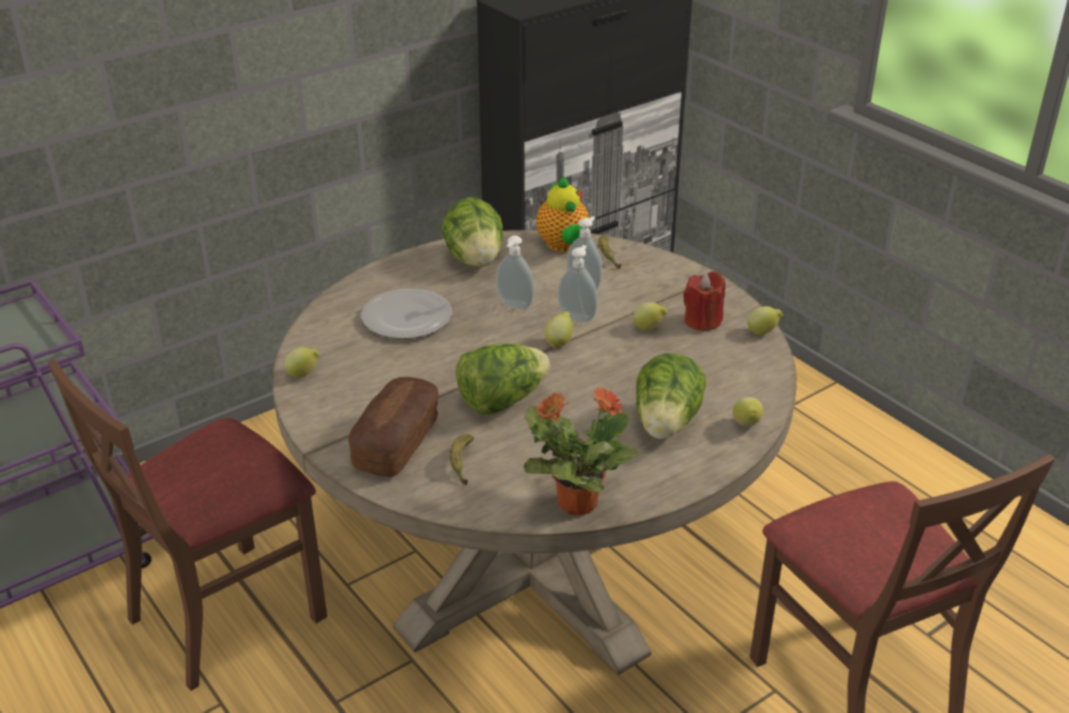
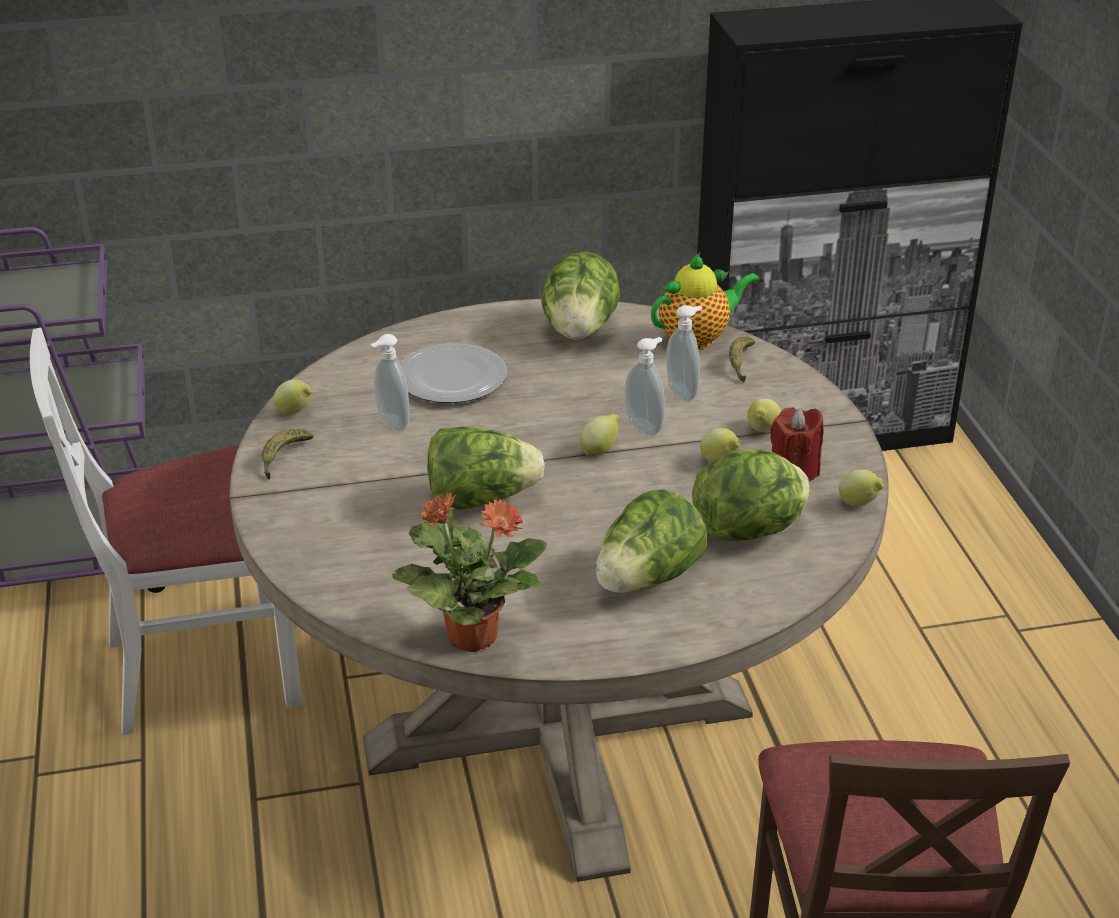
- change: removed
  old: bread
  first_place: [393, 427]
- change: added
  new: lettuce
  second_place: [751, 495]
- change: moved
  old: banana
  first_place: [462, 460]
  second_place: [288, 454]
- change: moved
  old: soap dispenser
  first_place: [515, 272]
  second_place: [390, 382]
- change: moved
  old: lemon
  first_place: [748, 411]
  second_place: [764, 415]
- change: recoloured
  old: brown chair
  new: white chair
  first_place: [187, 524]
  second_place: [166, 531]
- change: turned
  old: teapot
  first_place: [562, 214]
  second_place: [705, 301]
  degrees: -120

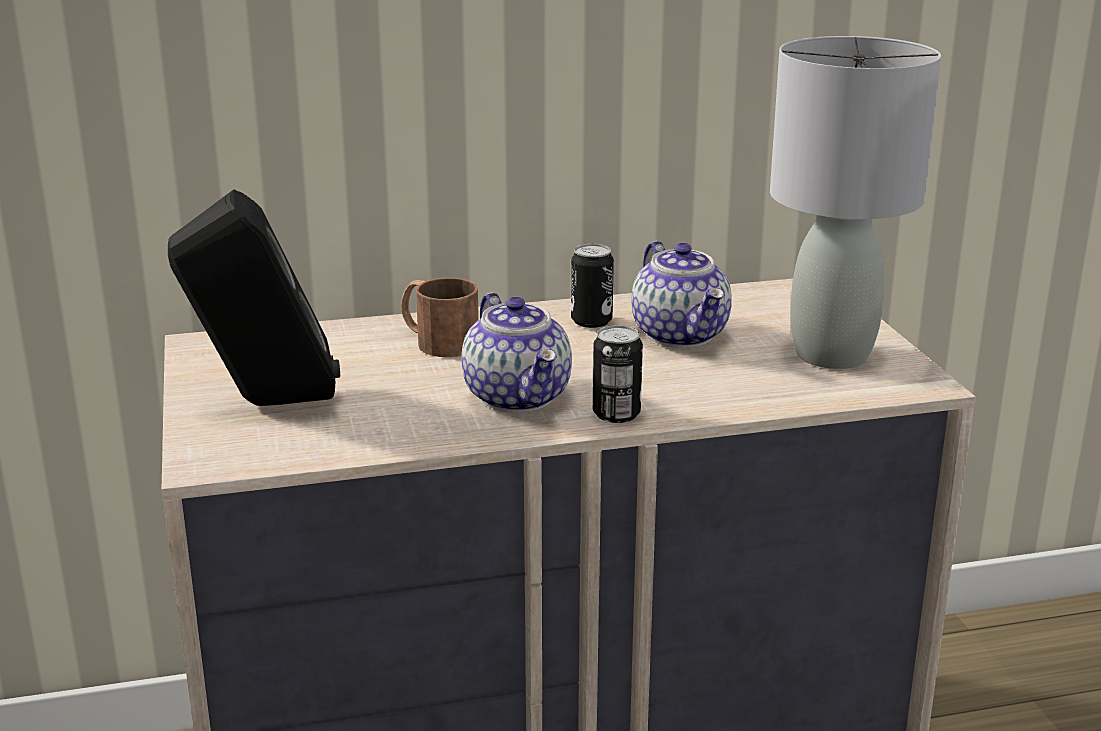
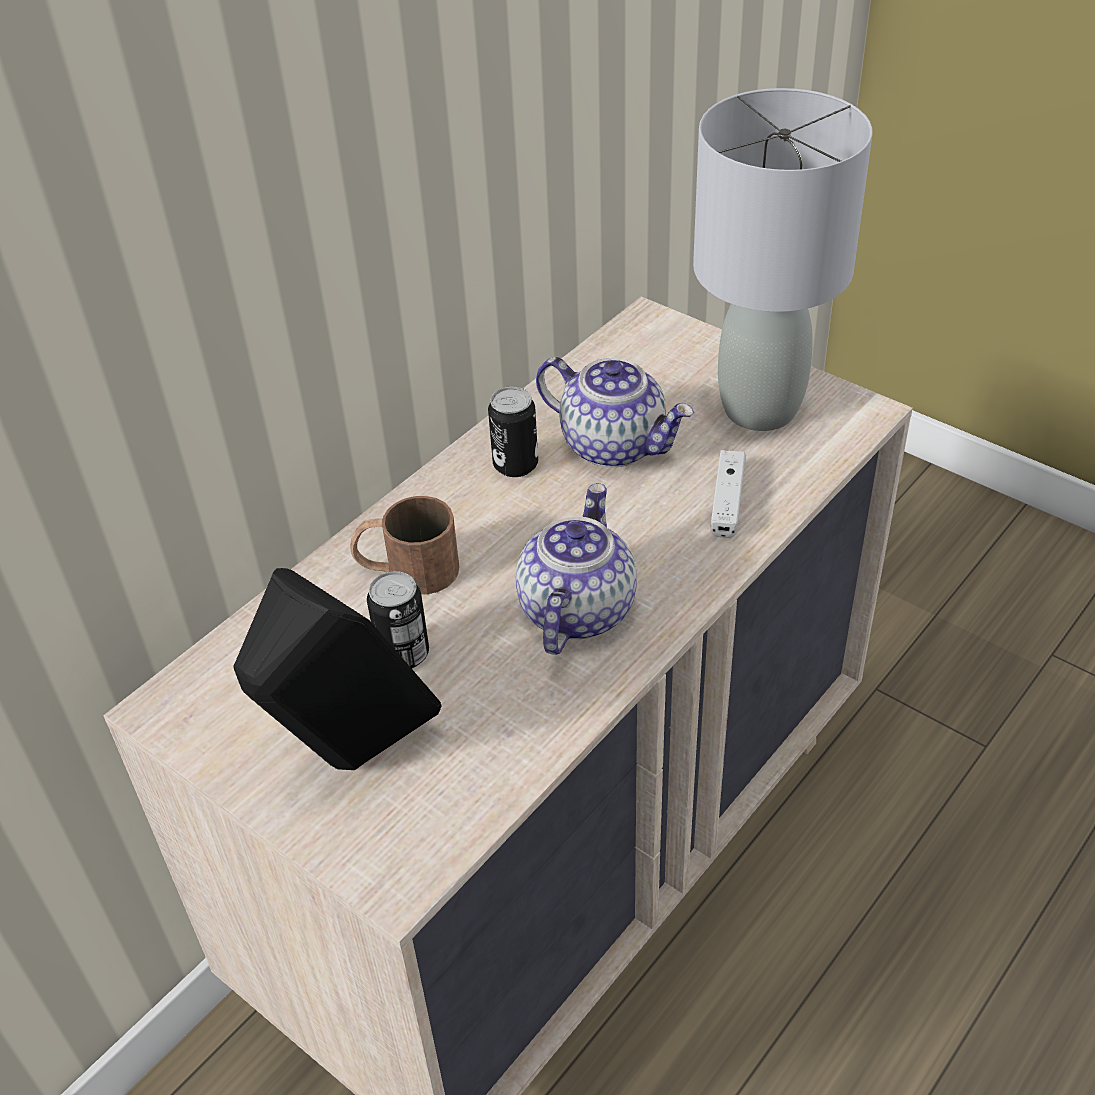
- change: added
  new: white game controller
  second_place: [728, 494]
- change: moved
  old: can
  first_place: [618, 374]
  second_place: [398, 619]
- change: turned
  old: teapot
  first_place: [516, 352]
  second_place: [576, 569]
  degrees: -105

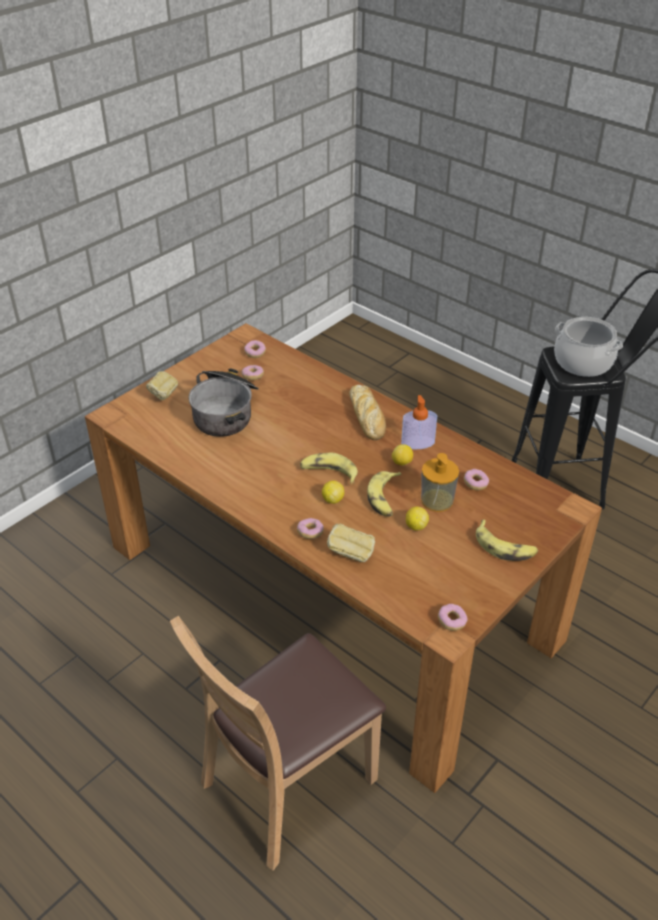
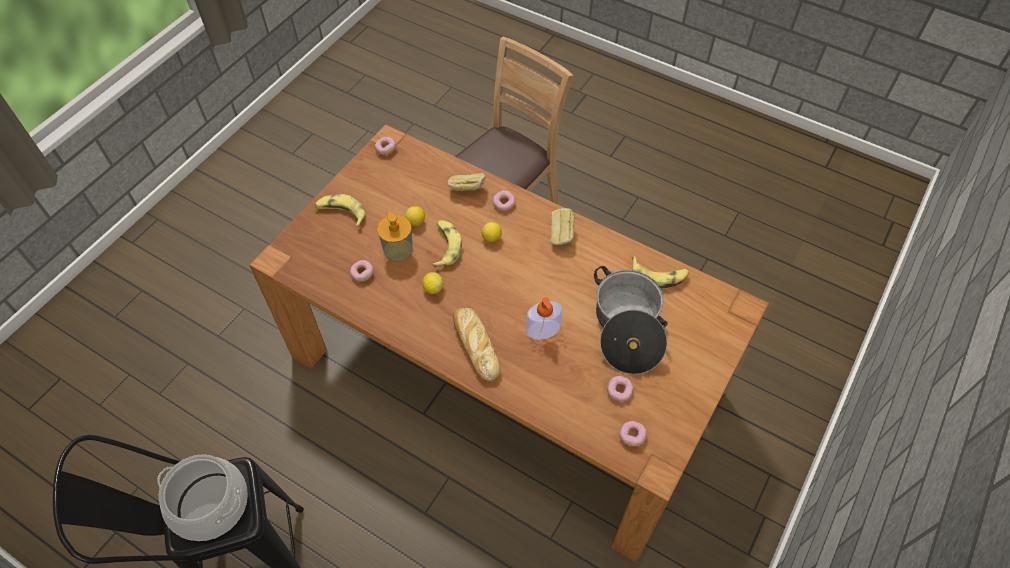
- change: moved
  old: bread
  first_place: [162, 385]
  second_place: [562, 226]
- change: moved
  old: banana
  first_place: [329, 468]
  second_place: [660, 272]
- change: moved
  old: soap dispenser
  first_place: [419, 422]
  second_place: [544, 318]

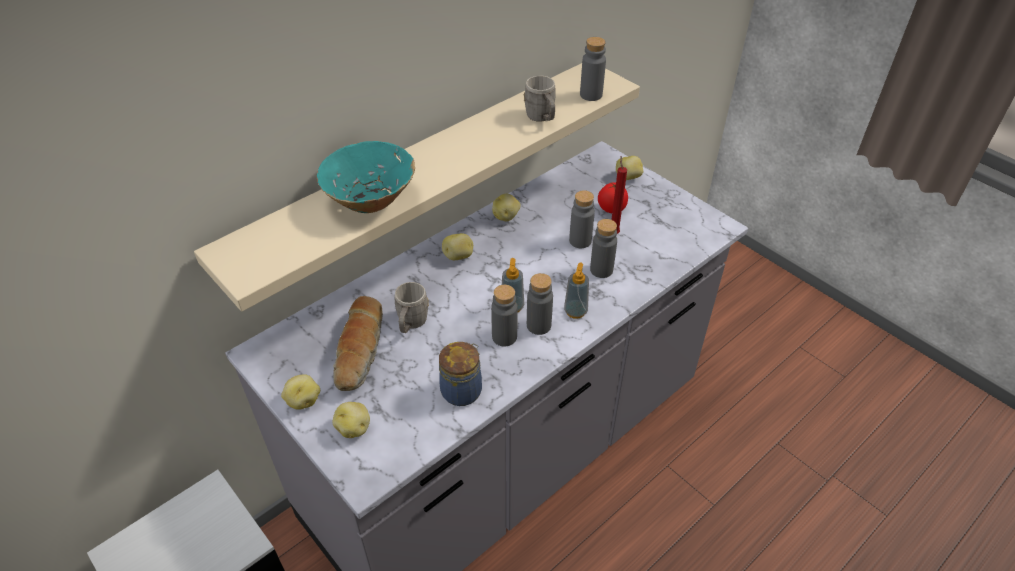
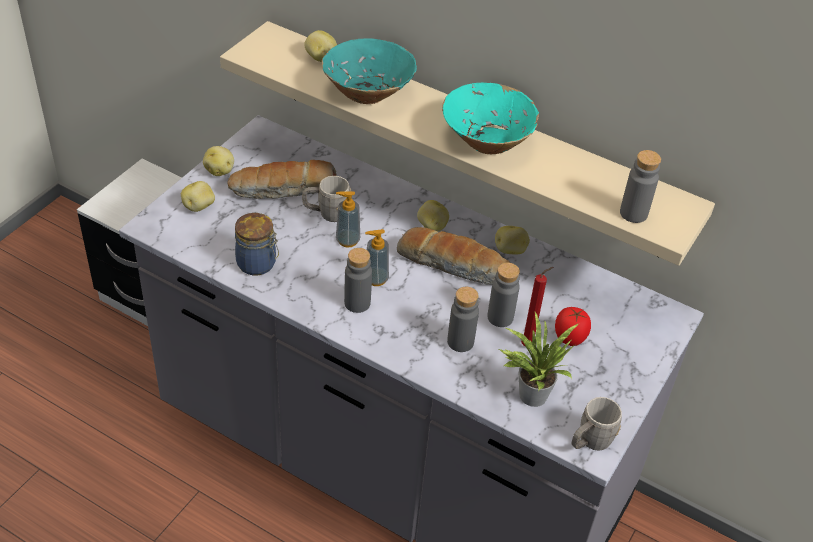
- change: removed
  old: grey bottle
  first_place: [504, 315]
- change: added
  new: bread
  second_place: [453, 256]
- change: added
  new: turquoise bowl
  second_place: [490, 118]
- change: added
  new: potted plant
  second_place: [538, 359]
- change: moved
  old: grey mug
  first_place: [540, 99]
  second_place: [597, 424]
- change: moved
  old: soap dispenser
  first_place: [576, 291]
  second_place: [348, 219]
- change: moved
  old: potato
  first_place: [629, 168]
  second_place: [320, 46]

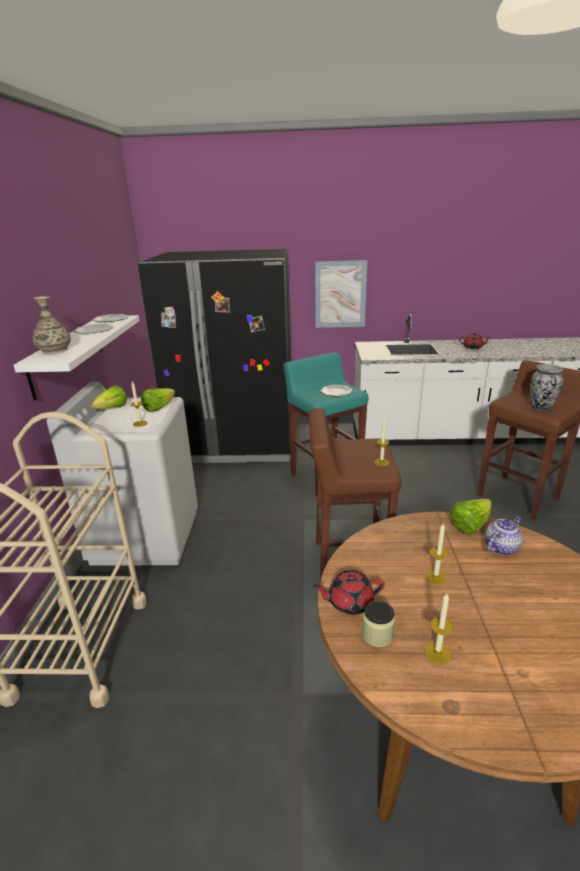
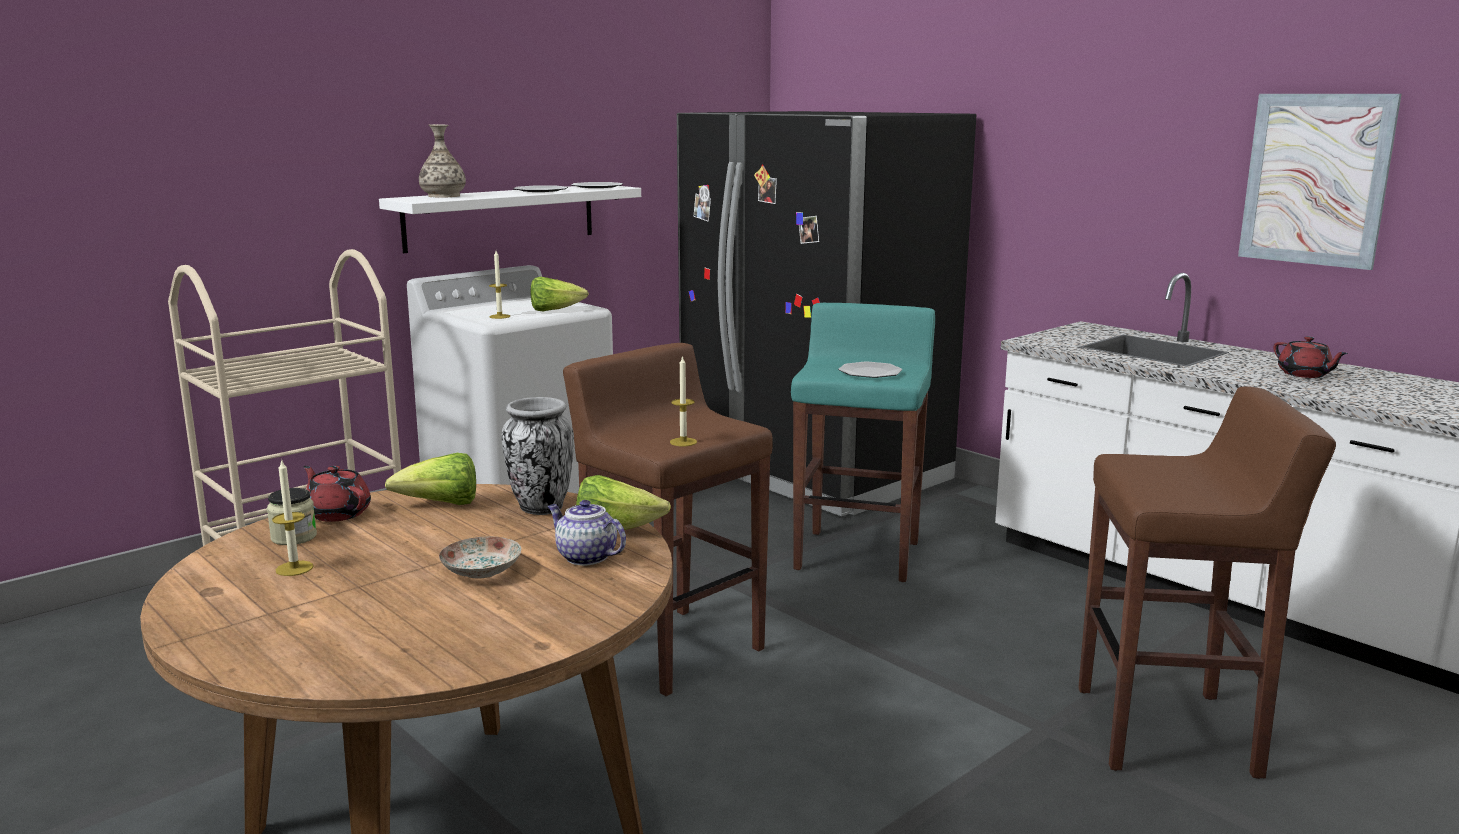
- change: removed
  old: candle
  first_place: [437, 554]
- change: added
  new: plate
  second_place: [480, 558]
- change: moved
  old: lettuce
  first_place: [109, 397]
  second_place: [430, 479]
- change: moved
  old: picture
  first_place: [341, 294]
  second_place: [1320, 182]
- change: moved
  old: vase
  first_place: [546, 387]
  second_place: [538, 456]
- change: turned
  old: teapot
  first_place: [504, 535]
  second_place: [587, 533]
  degrees: -150

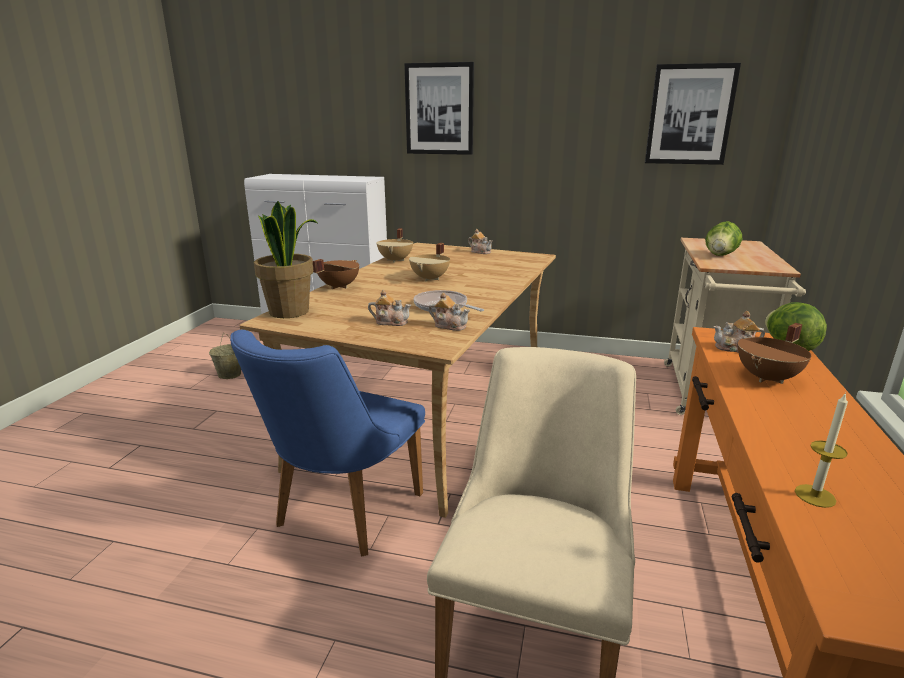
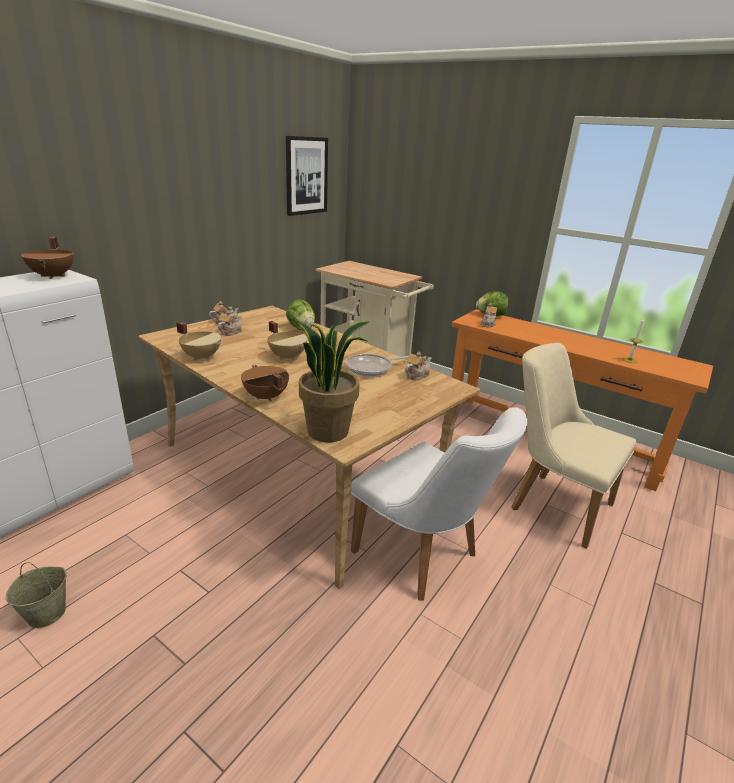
- change: removed
  old: picture
  first_place: [439, 108]
- change: moved
  old: teapot
  first_place: [389, 308]
  second_place: [230, 323]
- change: moved
  old: lettuce
  first_place: [723, 238]
  second_place: [300, 314]
- change: moved
  old: brown cooking pot
  first_place: [774, 353]
  second_place: [47, 257]
- change: recoloured
  old: blue chair
  new: white chair
  first_place: [327, 443]
  second_place: [439, 504]

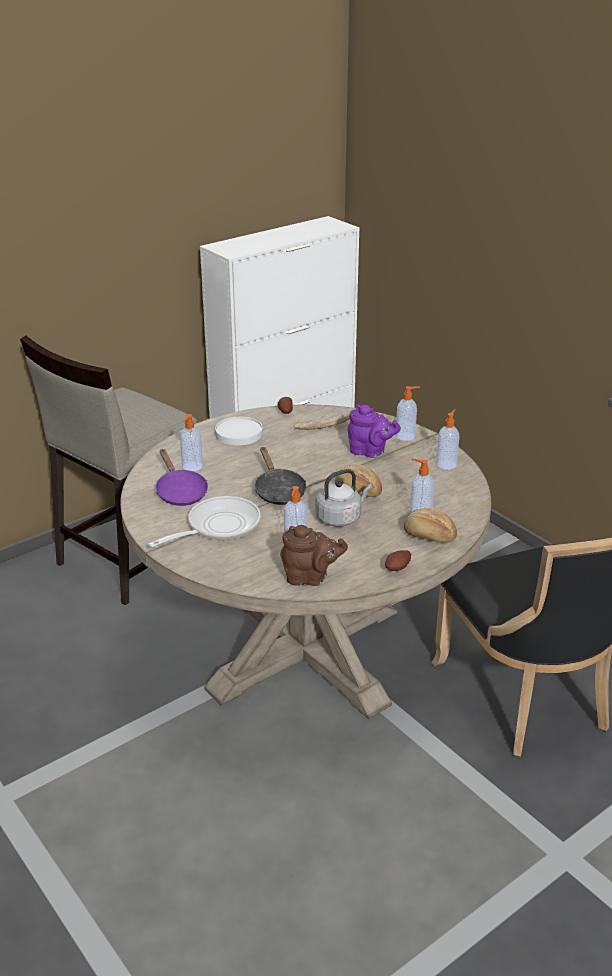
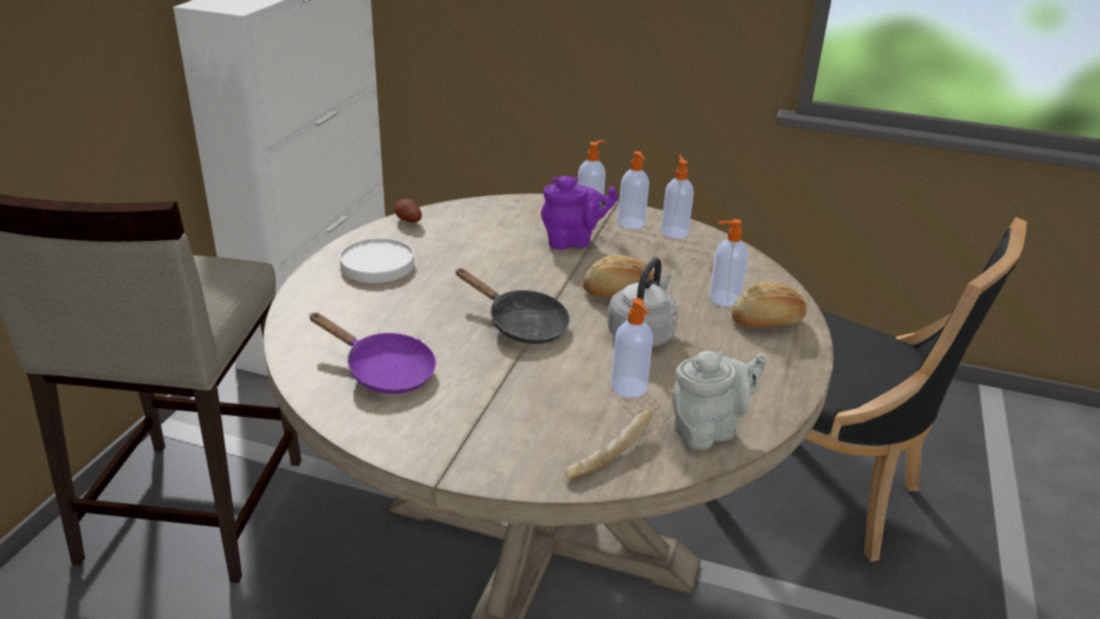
- change: removed
  old: frying pan
  first_place: [204, 521]
- change: removed
  old: potato
  first_place: [398, 560]
- change: moved
  old: soap dispenser
  first_place: [191, 442]
  second_place: [633, 190]
- change: moved
  old: bread
  first_place: [322, 422]
  second_place: [608, 444]
- change: recoloured
  old: brown teapot
  new: grey teapot
  first_place: [314, 555]
  second_place: [719, 400]

